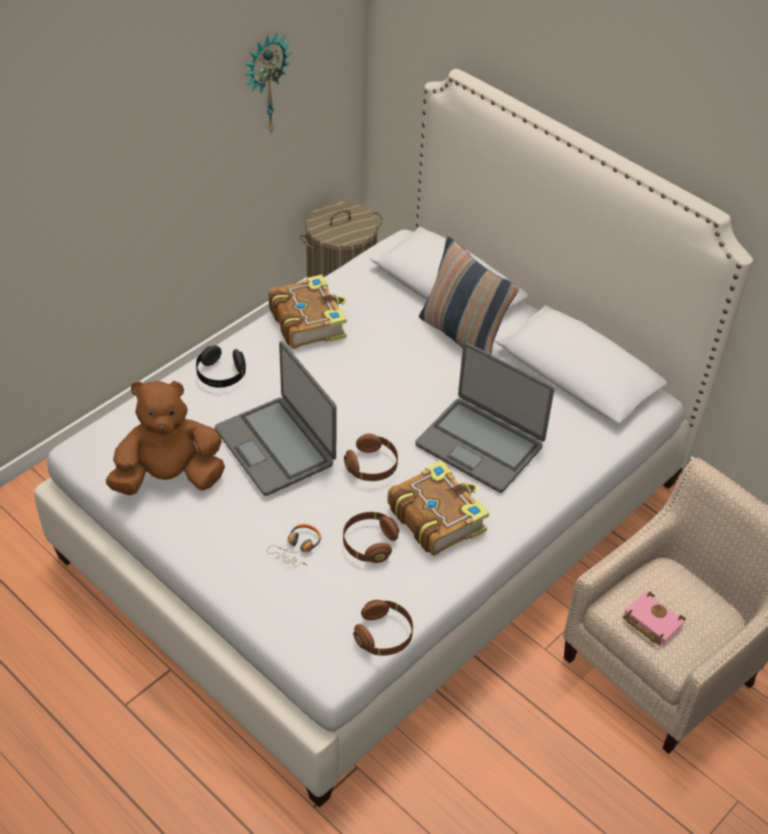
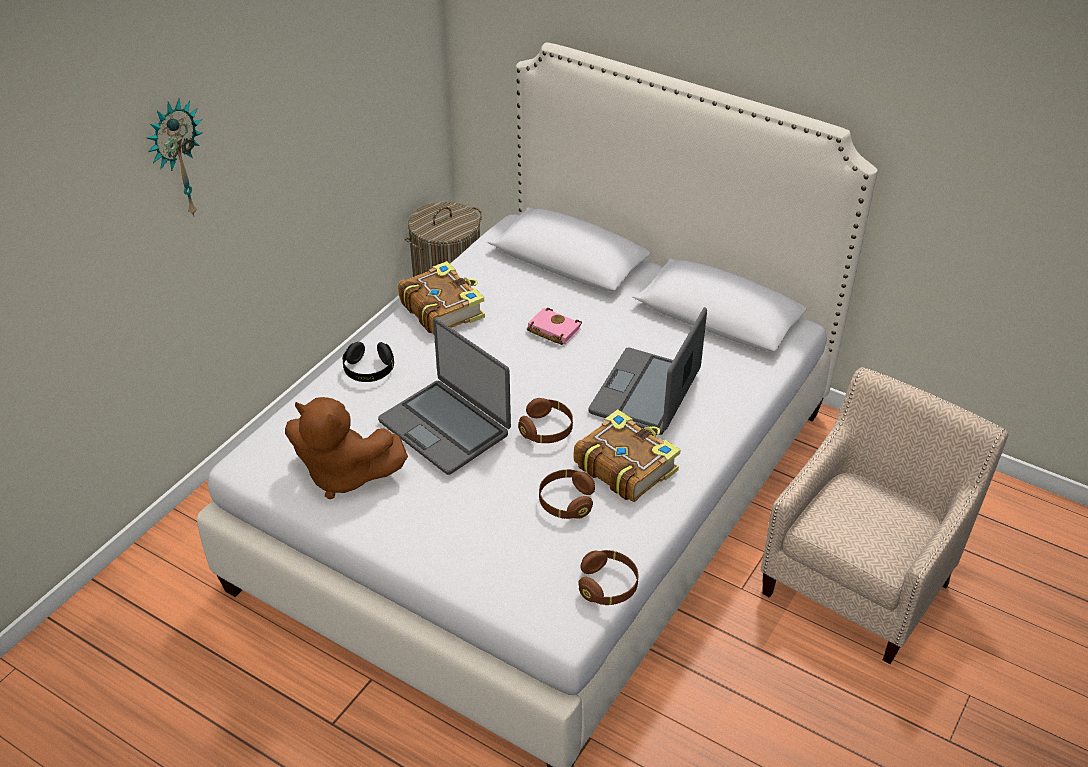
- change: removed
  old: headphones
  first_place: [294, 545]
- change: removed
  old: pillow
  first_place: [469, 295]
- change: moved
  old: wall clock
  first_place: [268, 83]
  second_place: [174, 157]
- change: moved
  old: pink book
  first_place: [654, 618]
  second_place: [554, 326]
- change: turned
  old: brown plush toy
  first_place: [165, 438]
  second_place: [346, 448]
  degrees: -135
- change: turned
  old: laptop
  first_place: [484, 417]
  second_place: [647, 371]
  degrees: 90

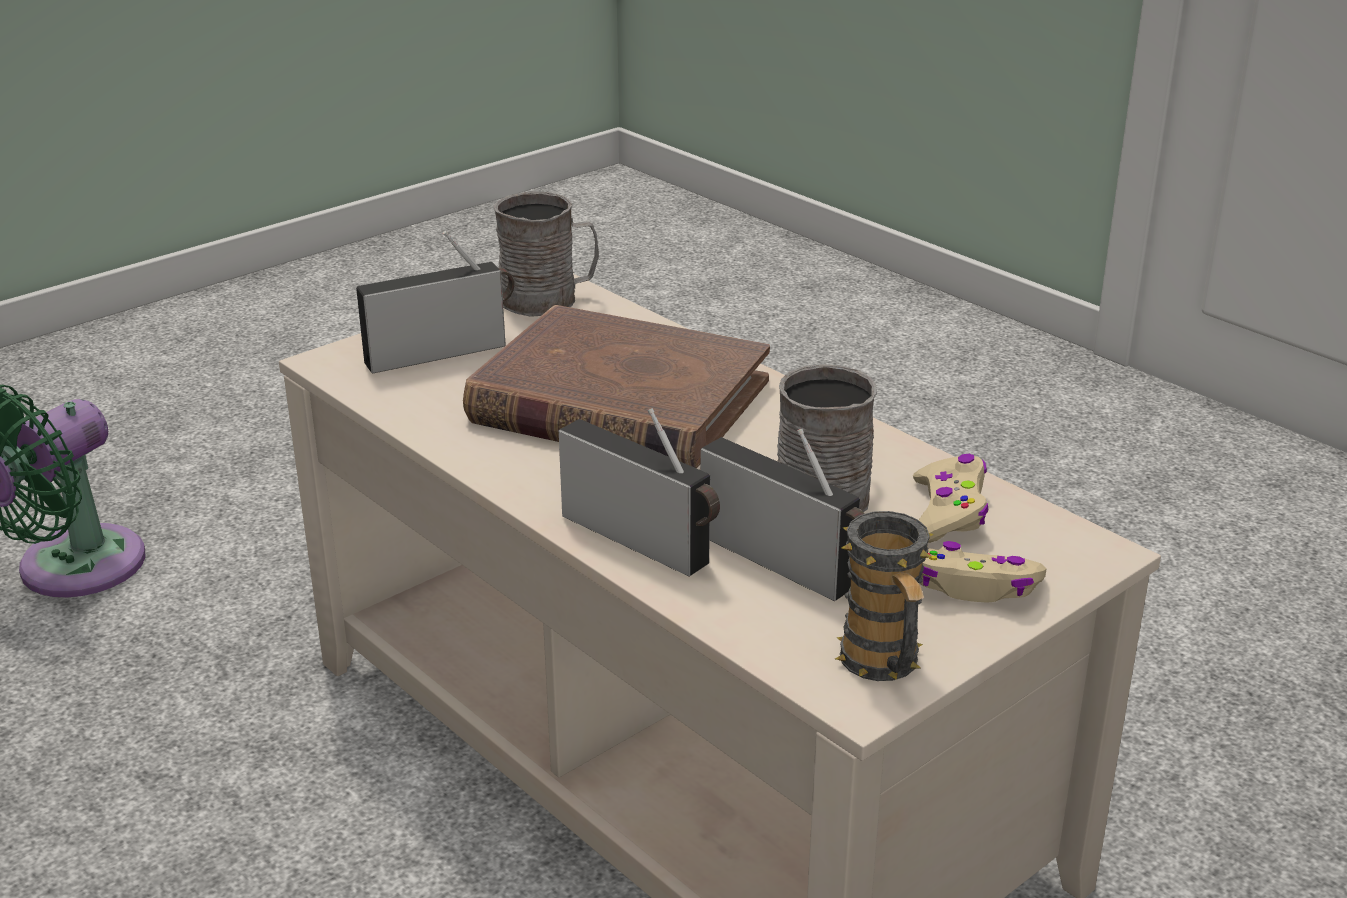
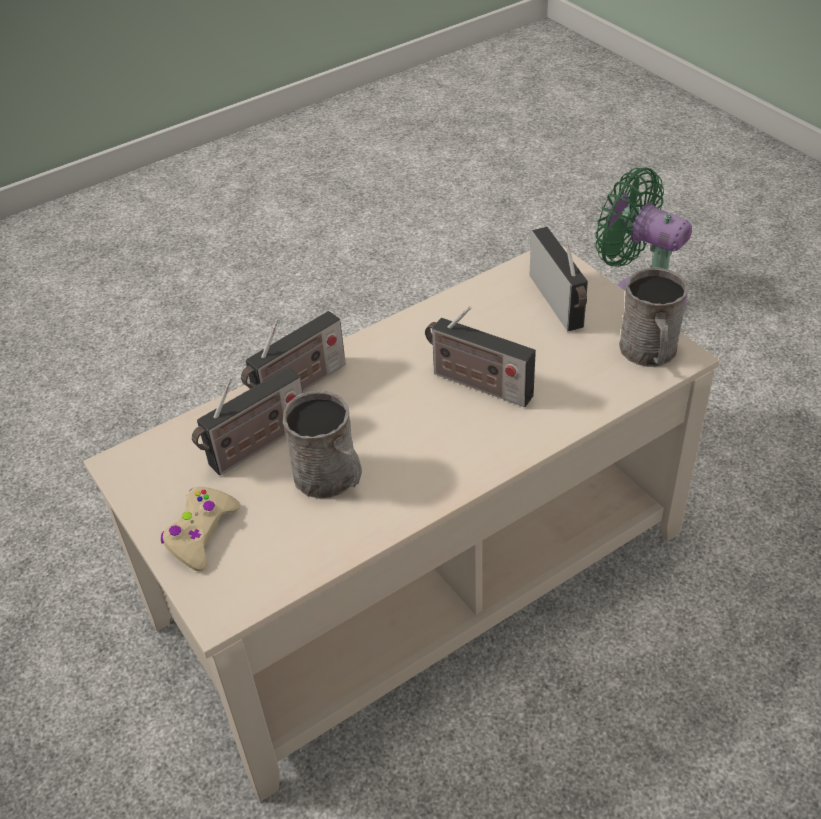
- change: removed
  old: mug
  first_place: [884, 596]
- change: removed
  old: beige game controller
  first_place: [950, 498]
- change: replaced
  old: brown book
  new: radio
  first_place: [616, 386]
  second_place: [480, 356]

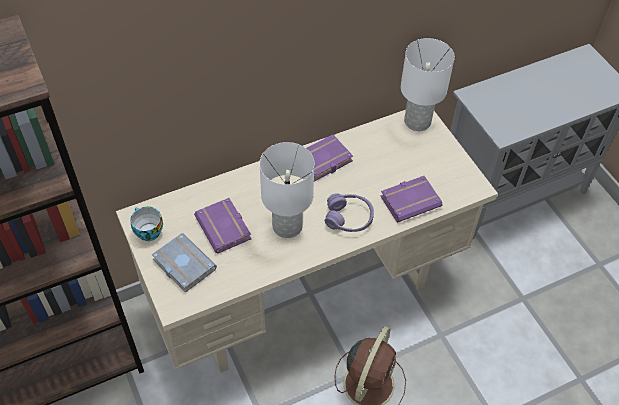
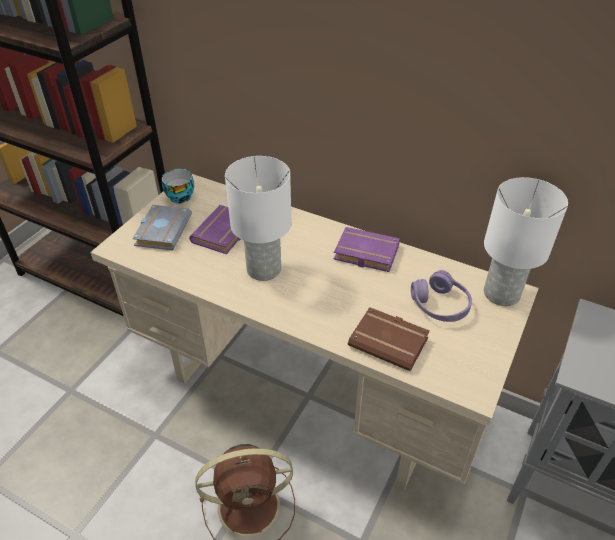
- change: moved
  old: purple headphones
  first_place: [349, 212]
  second_place: [441, 296]
- change: recoloured
  old: purple book
  new: brown book
  first_place: [412, 199]
  second_place: [388, 339]

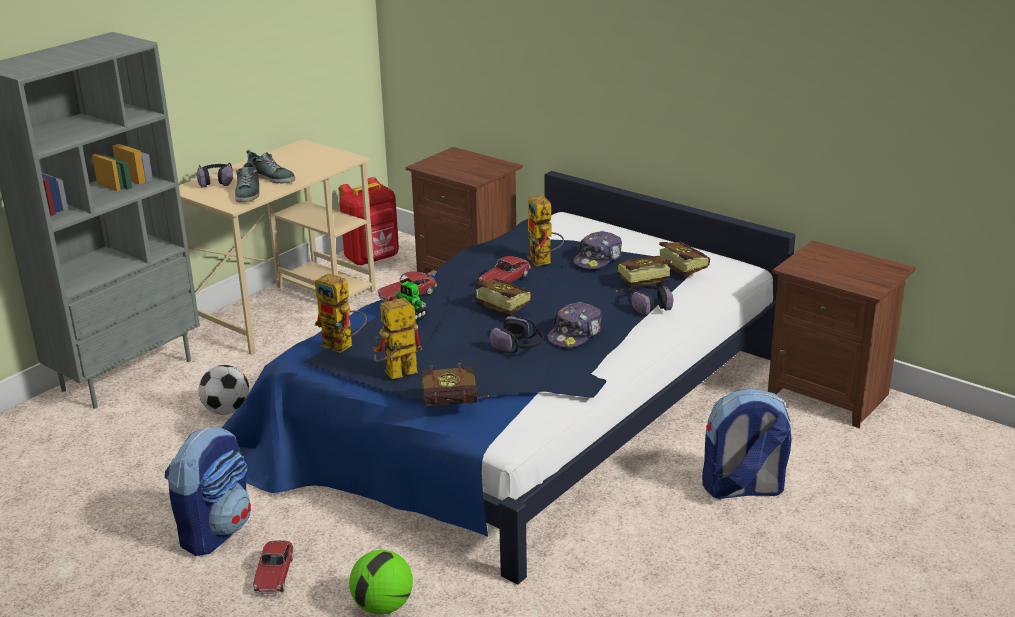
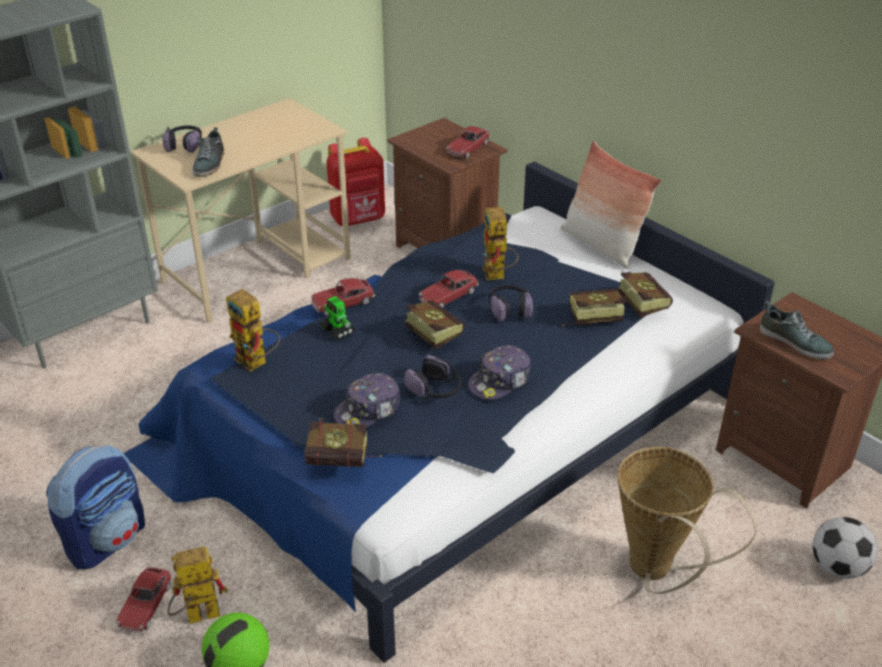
- change: added
  new: toy car
  second_place: [468, 142]
- change: added
  new: pillow
  second_place: [611, 205]
- change: moved
  old: football
  first_place: [223, 390]
  second_place: [845, 548]
- change: moved
  old: shoe
  first_place: [270, 166]
  second_place: [796, 330]
- change: moved
  old: toy robot
  first_place: [397, 338]
  second_place: [197, 584]
- change: moved
  old: cap
  first_place: [597, 250]
  second_place: [367, 400]
- change: moved
  old: headphones
  first_place: [650, 299]
  second_place: [511, 303]
- change: replaced
  old: backpack
  new: basket
  first_place: [746, 444]
  second_place: [687, 520]

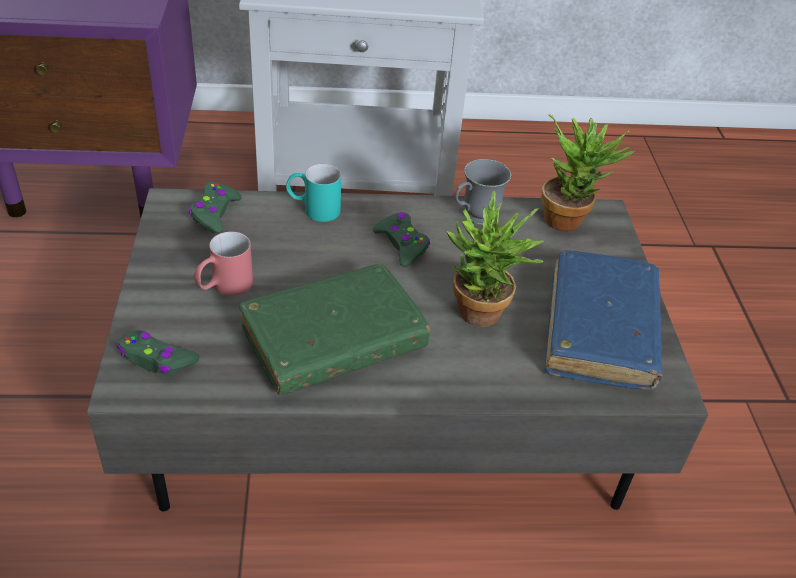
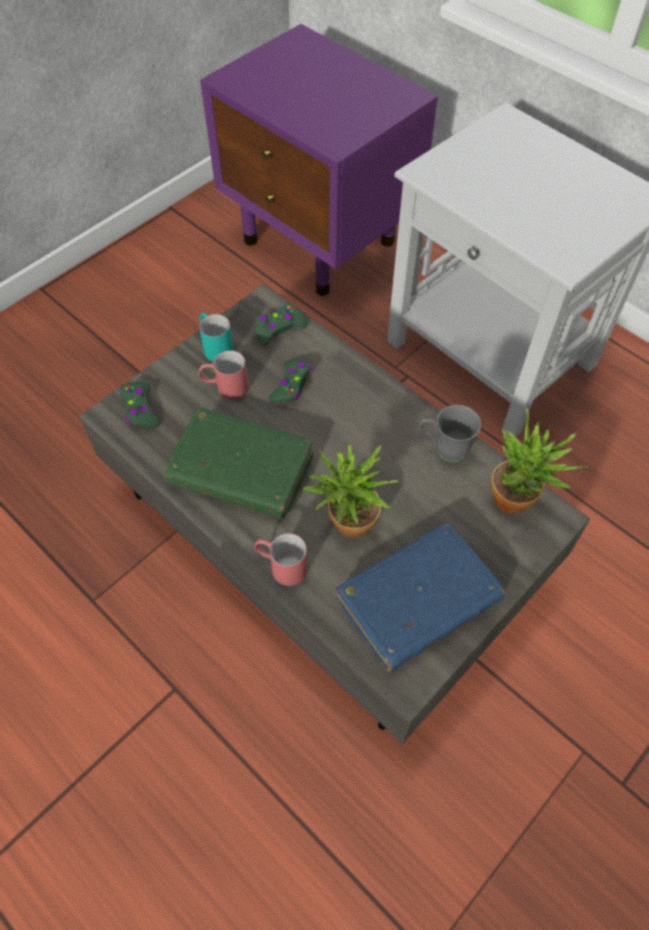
- change: added
  new: red mug
  second_place: [280, 559]
- change: moved
  old: turquoise mug
  first_place: [313, 193]
  second_place: [216, 337]
- change: moved
  old: green game controller
  first_place: [401, 239]
  second_place: [289, 381]

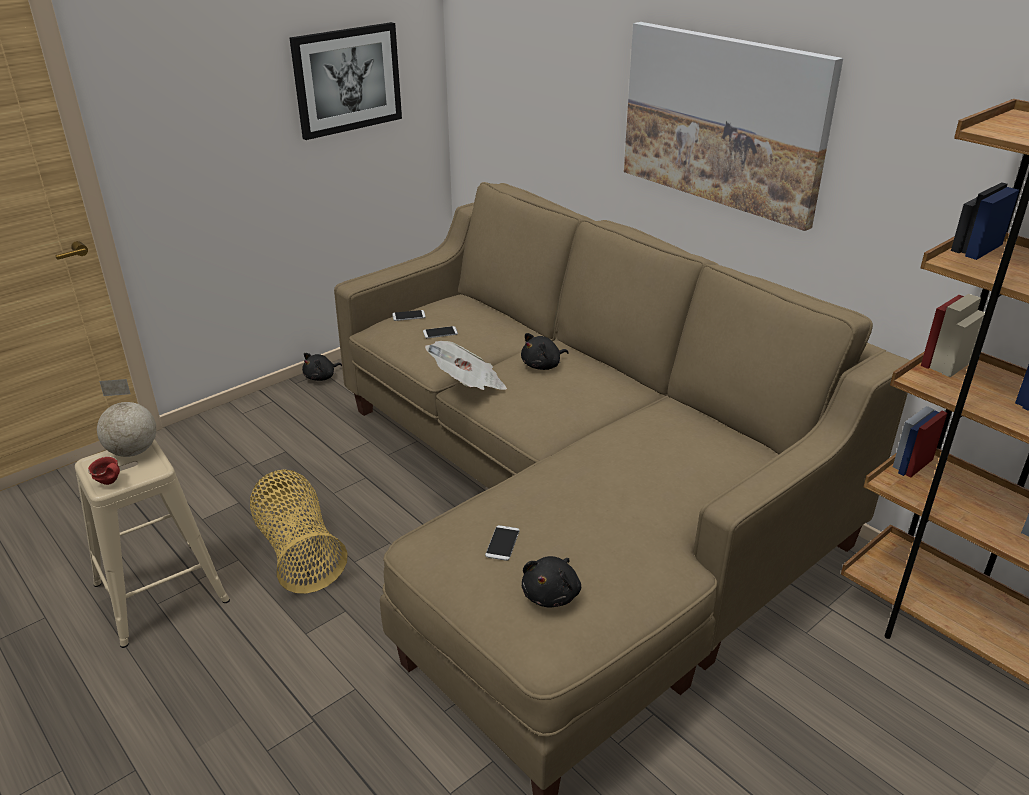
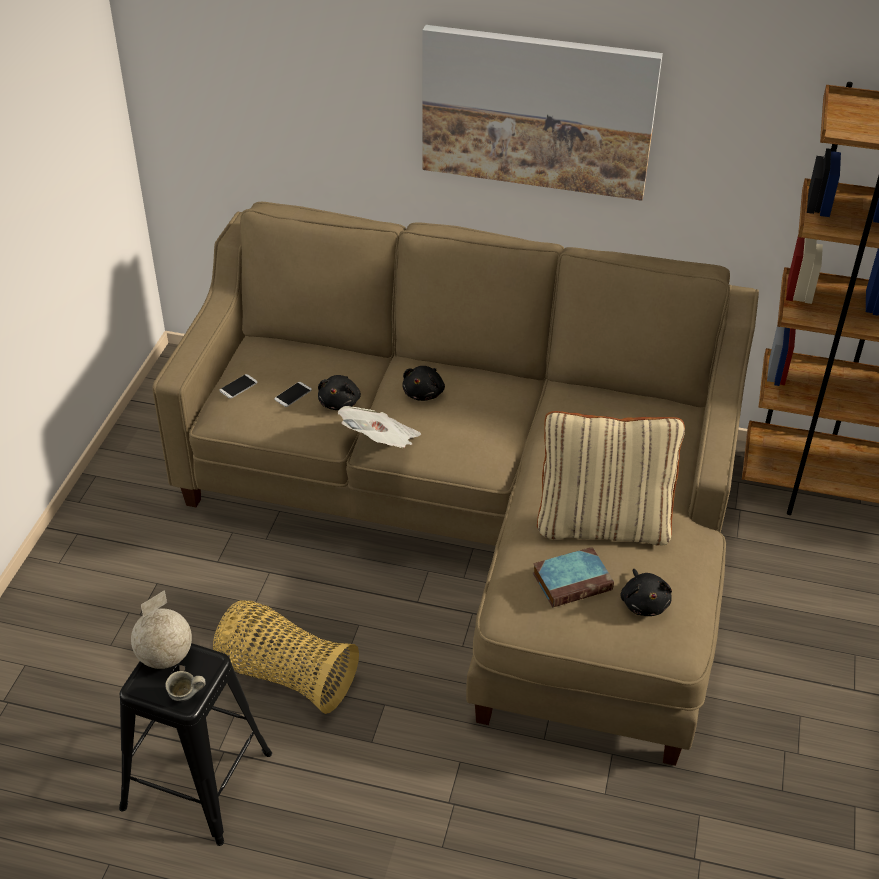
- change: removed
  old: picture
  first_place: [346, 81]
- change: added
  new: beige pillow
  second_place: [611, 478]
- change: moved
  old: black plush toy
  first_place: [322, 367]
  second_place: [339, 392]
- change: replaced
  old: phone
  new: book
  first_place: [502, 543]
  second_place: [573, 577]
- change: recoloured
  old: beige stool
  new: black stool
  first_place: [152, 543]
  second_place: [195, 744]
- change: recoloured
  old: red mug
  new: grey mug
  first_place: [104, 470]
  second_place: [185, 686]

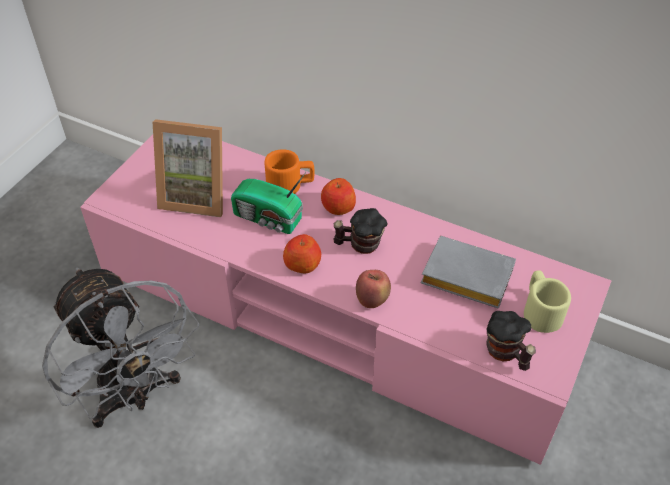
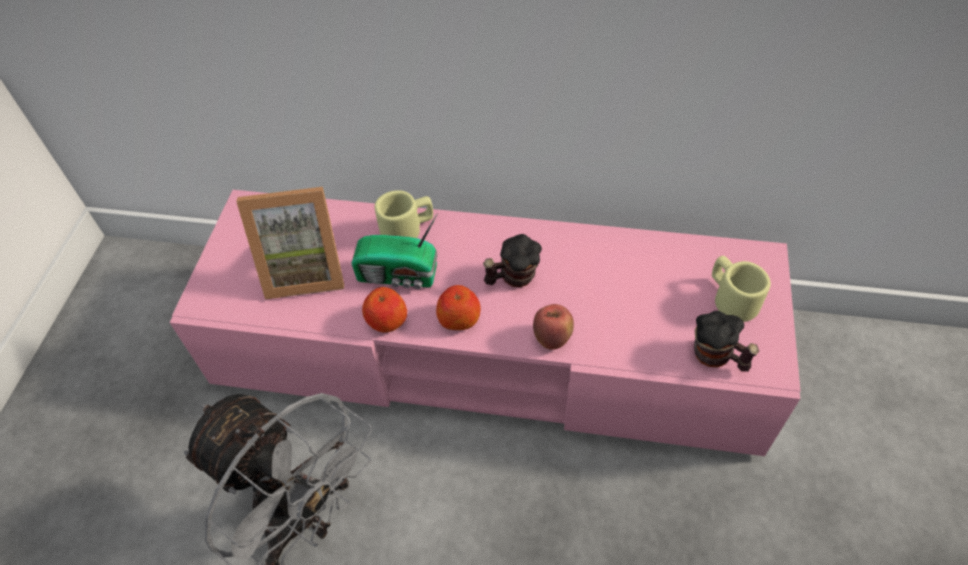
- change: removed
  old: grey book
  first_place: [468, 272]
- change: moved
  old: apple
  first_place: [338, 196]
  second_place: [384, 310]
- change: recoloured
  old: orange mug
  new: beige mug
  first_place: [289, 171]
  second_place: [404, 214]

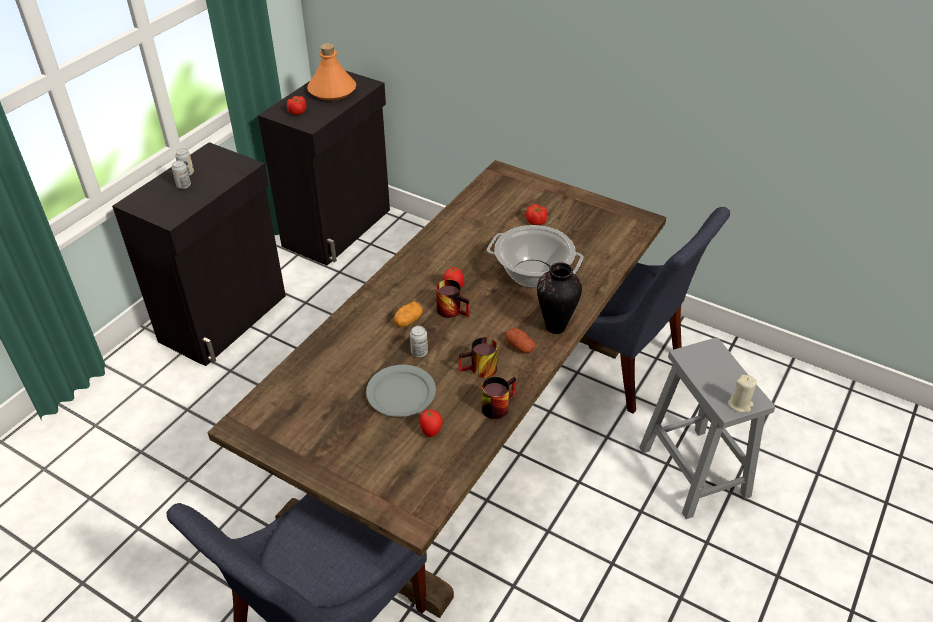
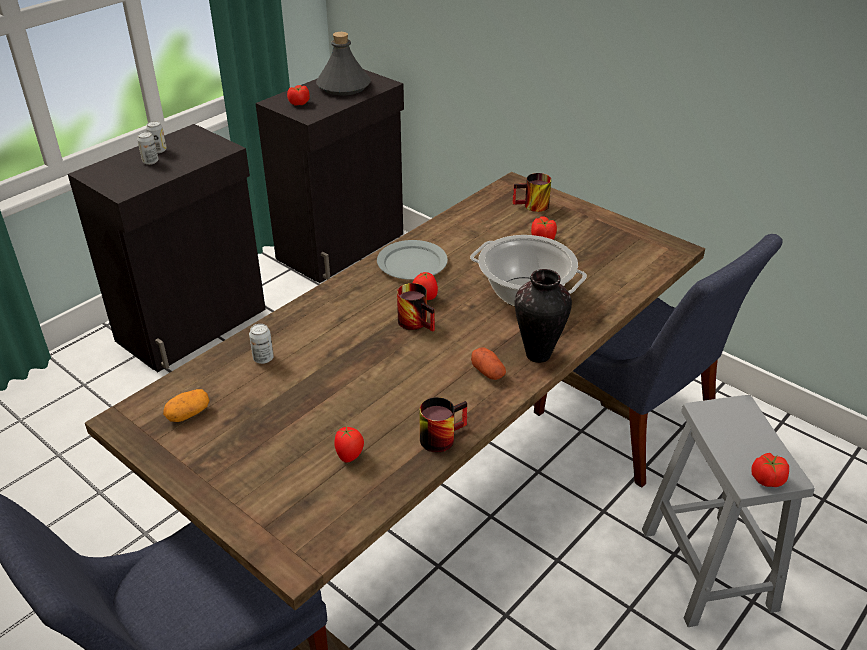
- change: moved
  old: grey plate
  first_place: [401, 391]
  second_place: [412, 260]
- change: moved
  old: potato
  first_place: [408, 314]
  second_place: [186, 405]
- change: moved
  old: can
  first_place: [419, 341]
  second_place: [261, 344]
- change: moved
  old: mug
  first_place: [478, 357]
  second_place: [531, 192]
- change: replaced
  old: beige candle
  new: tomato
  first_place: [742, 393]
  second_place: [770, 470]
- change: recoloured
  old: orange bottle
  new: grey bottle
  first_place: [331, 71]
  second_place: [343, 64]

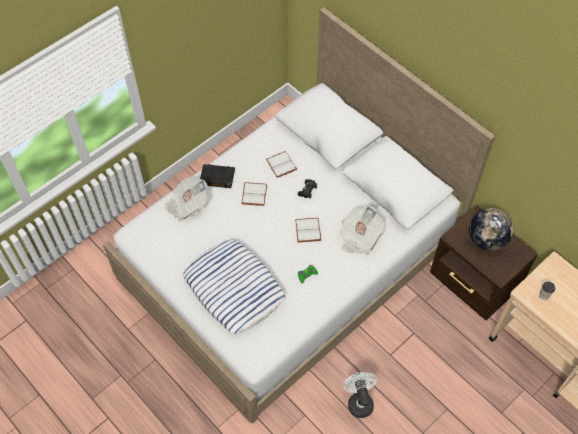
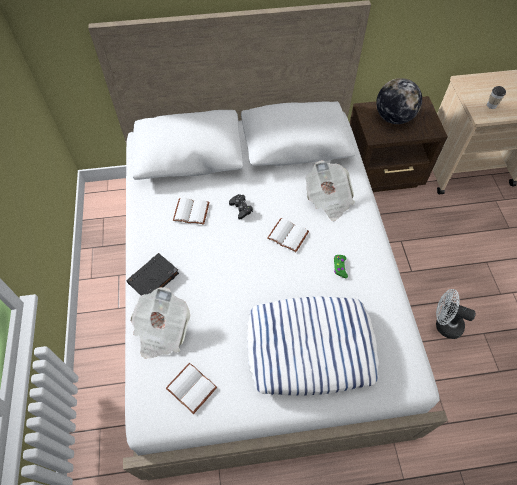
- change: moved
  old: white book
  first_place: [254, 194]
  second_place: [191, 388]

